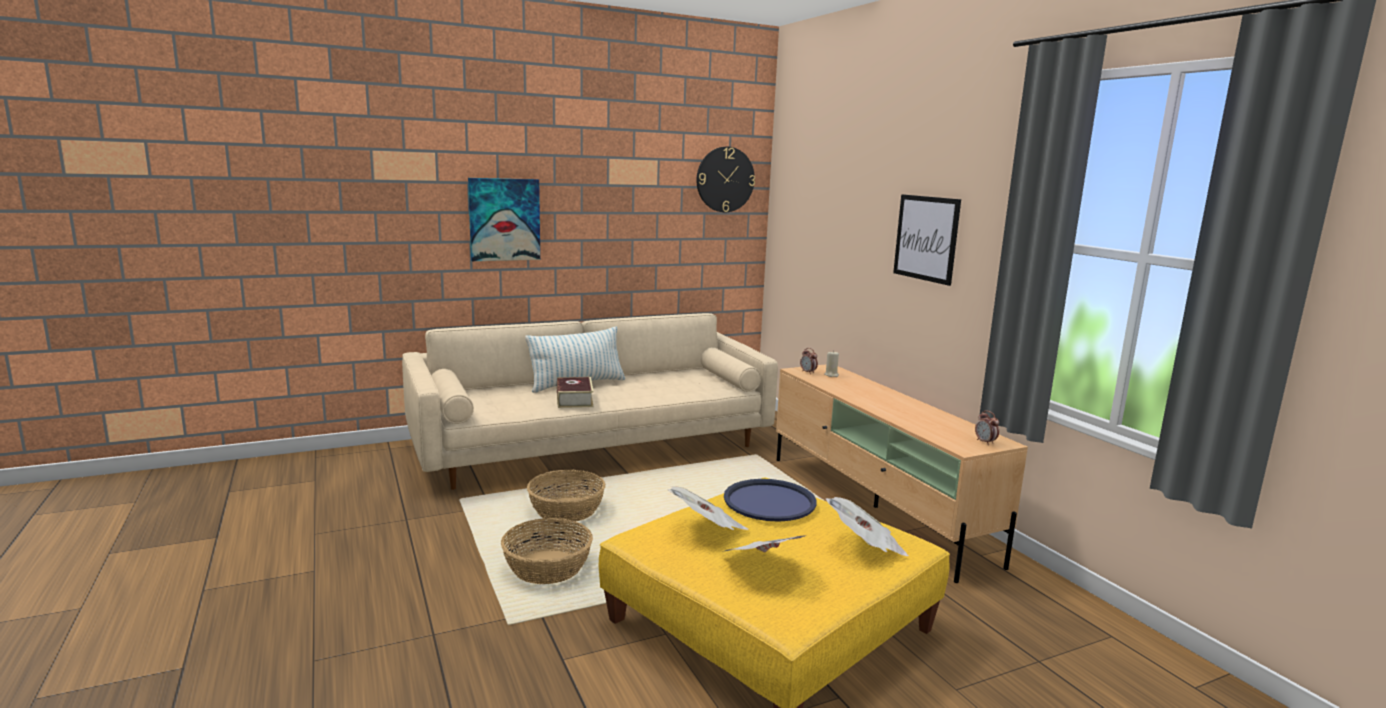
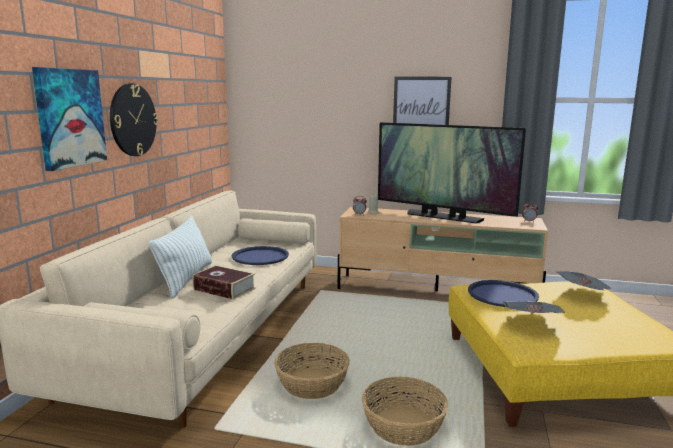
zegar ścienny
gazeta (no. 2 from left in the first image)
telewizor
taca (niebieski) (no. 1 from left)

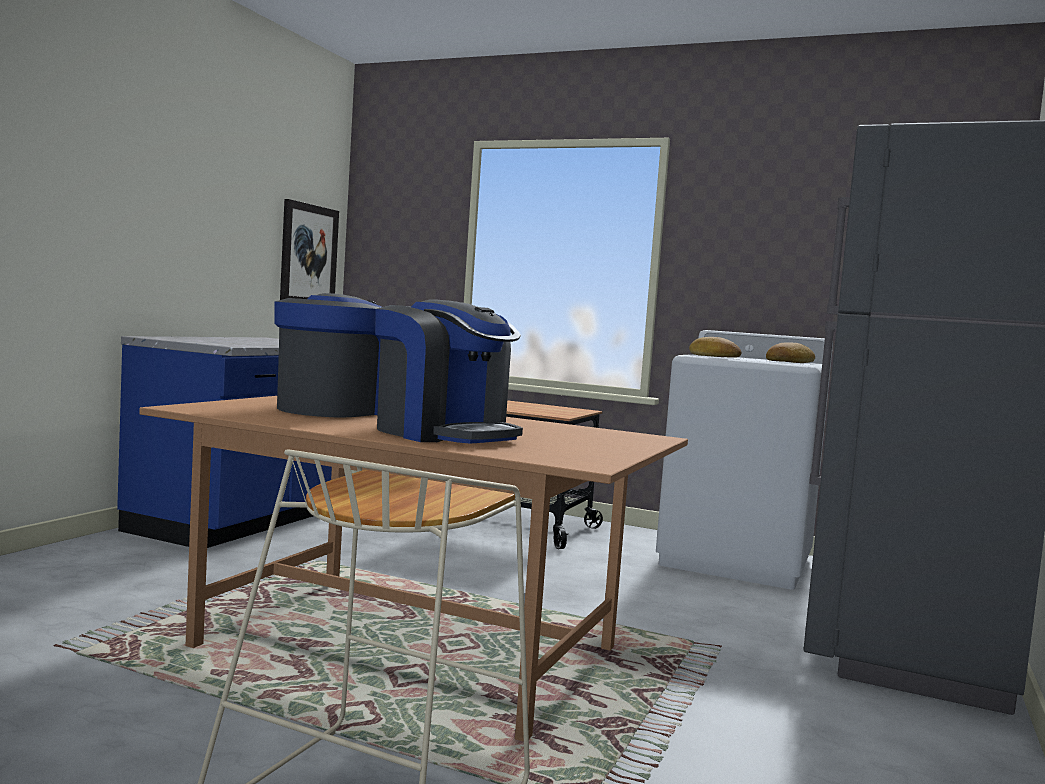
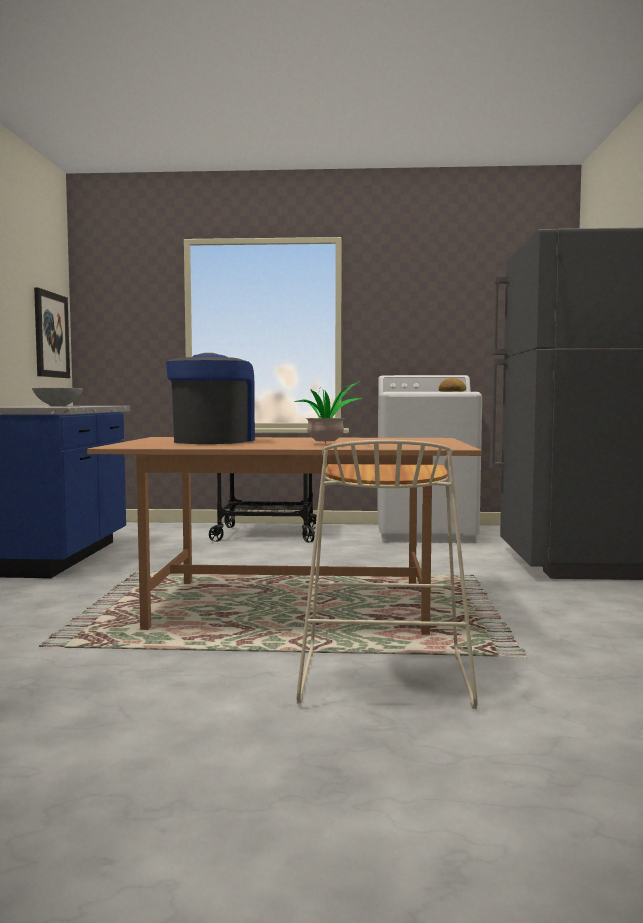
roślina doniczkowa
chleb (no. 1 from left in the first image)
miska (szary)

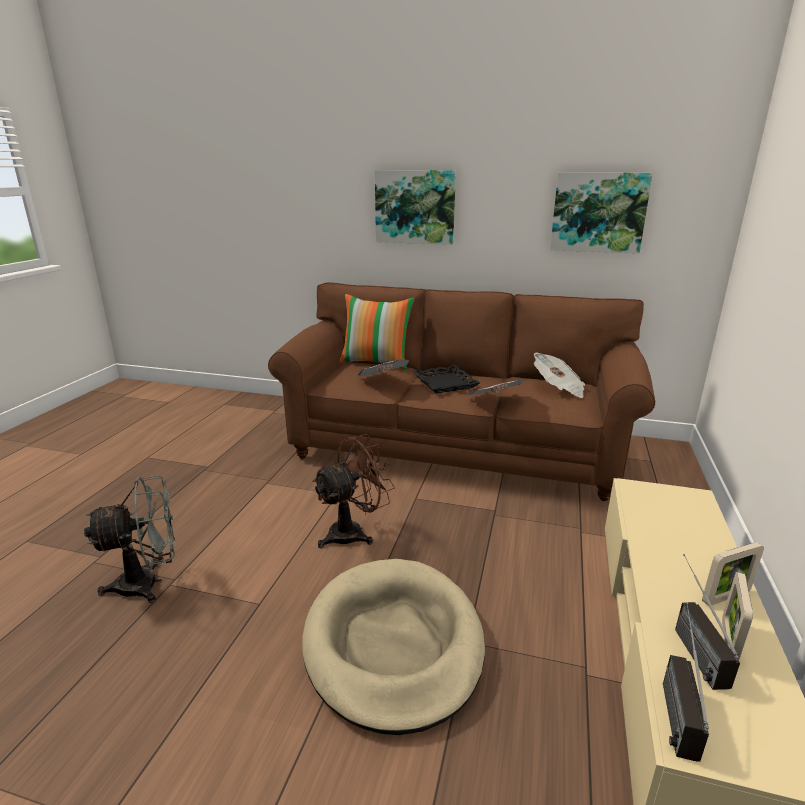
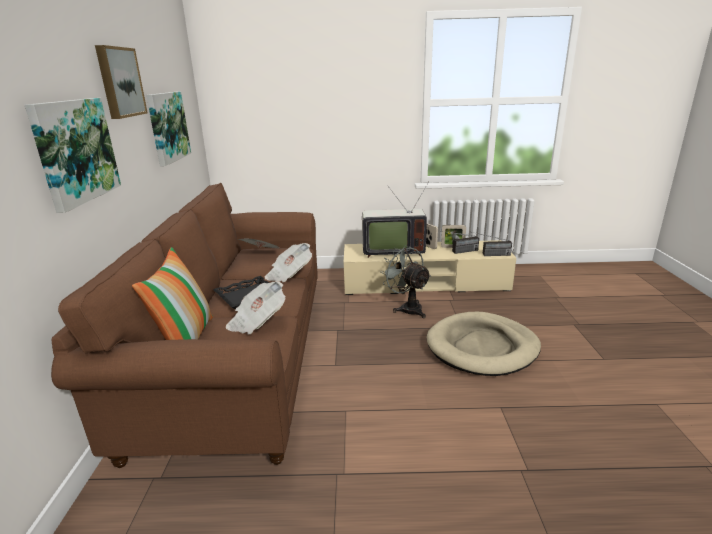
wentylator (brązowy)
wentylator (szary)
obraz (no. 2 from left)
telewizor

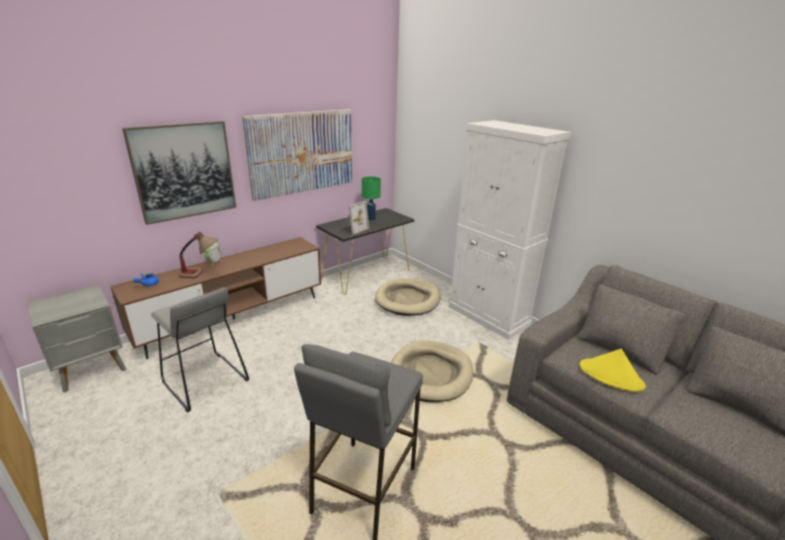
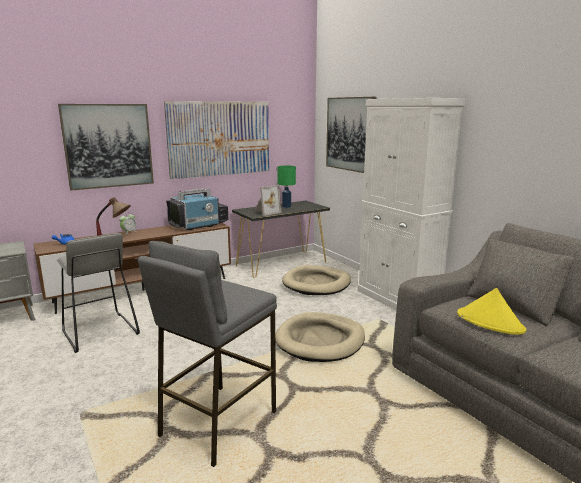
obraz (no. 3 from left)
telewizor

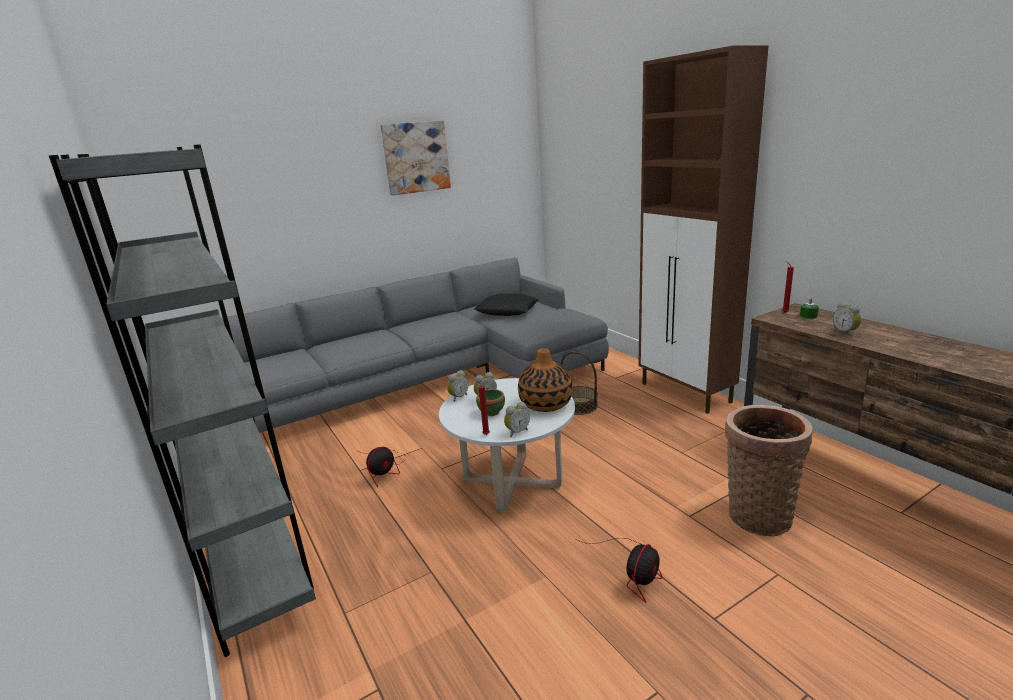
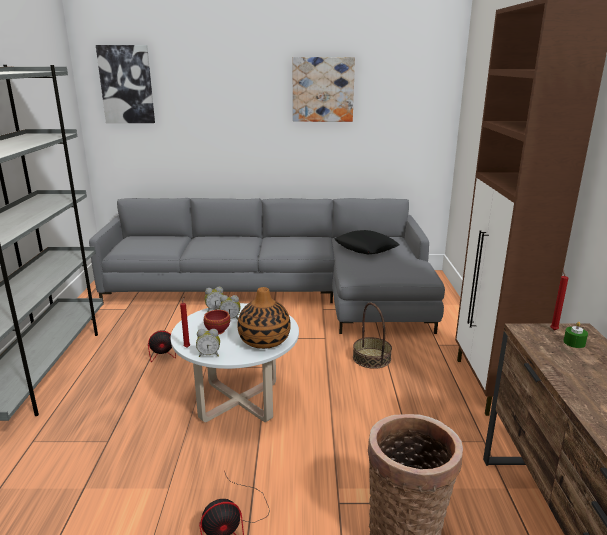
budzik (no. 4 from left in the first image)
miska (czerwony)
obraz (no. 1 from left)

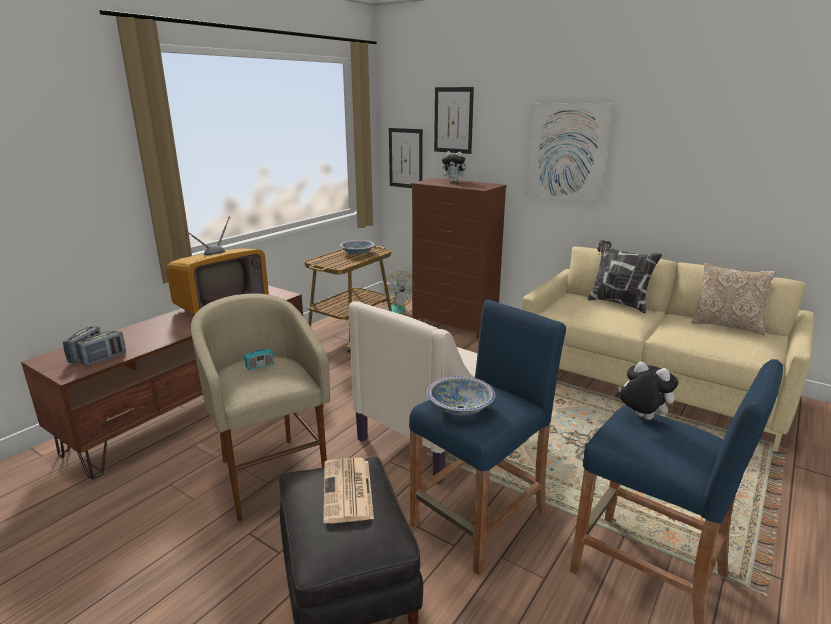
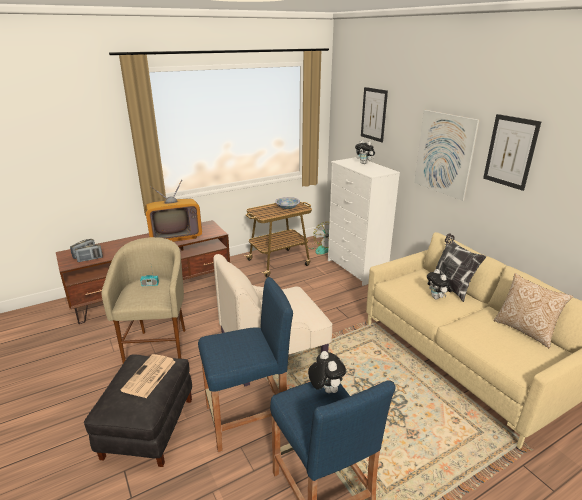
obraz (no. 3 from left)
komoda (biały)
miska (no. 2 from left in the first image)
pluszak (no. 3 from left)

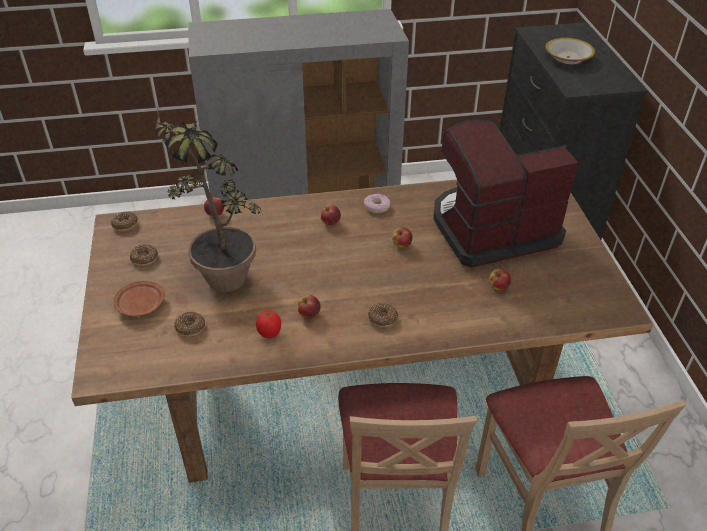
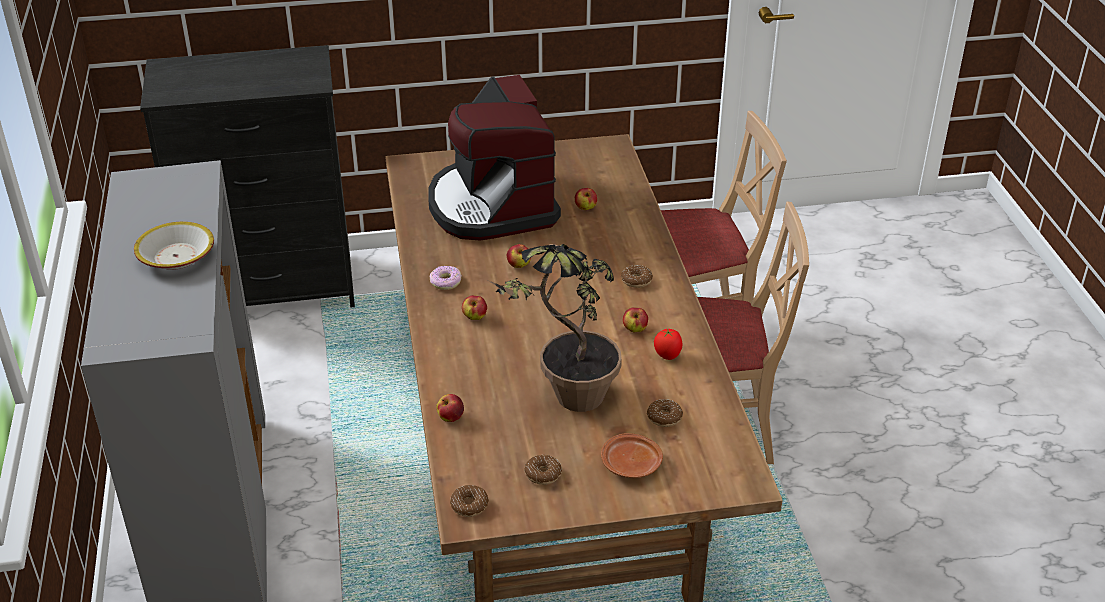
miska

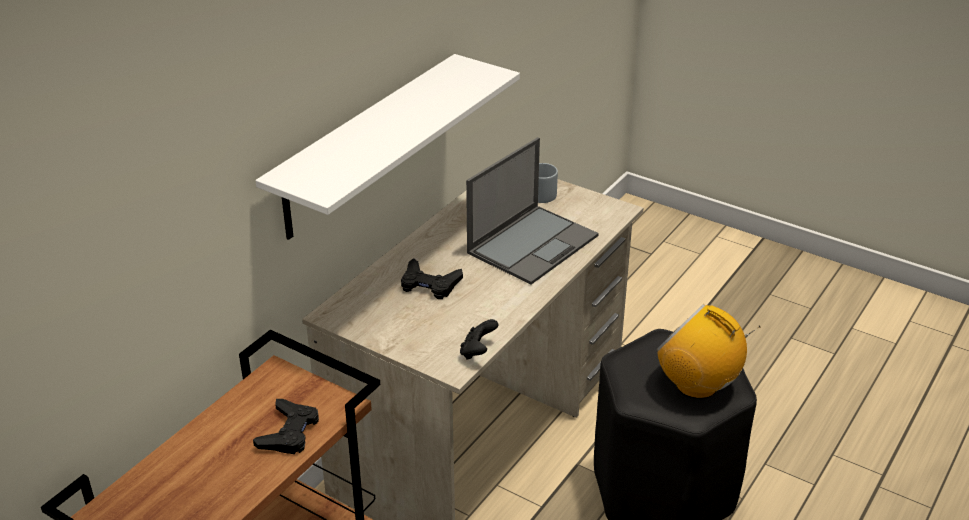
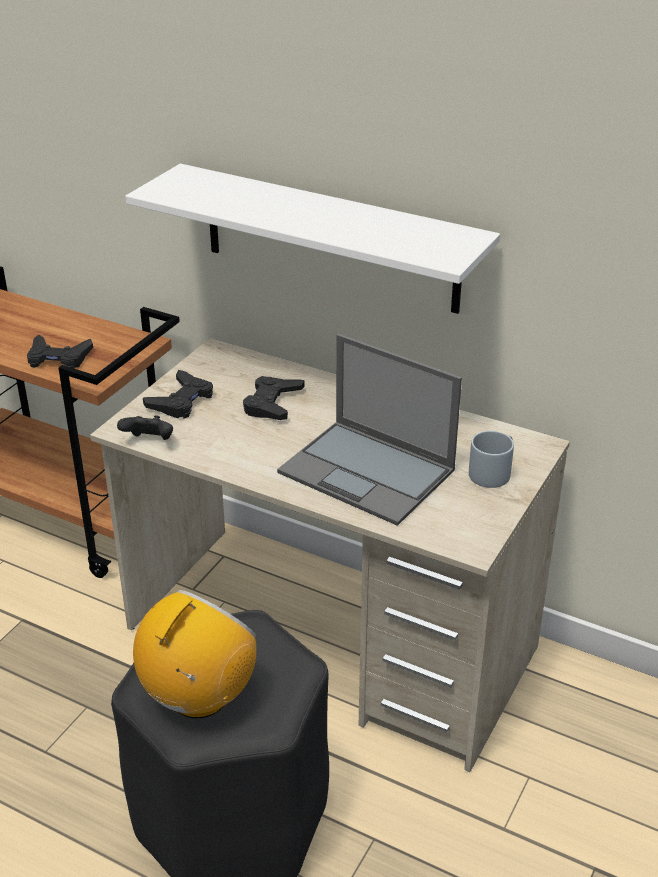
pad do gier (czarny) (no. 3 from left)

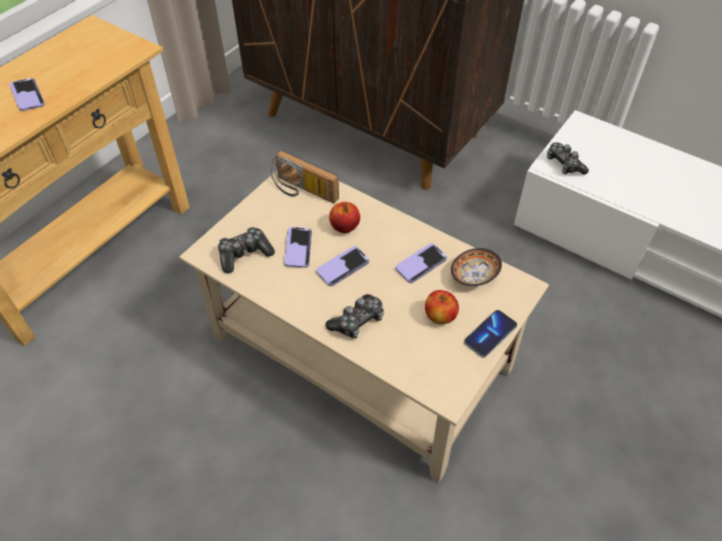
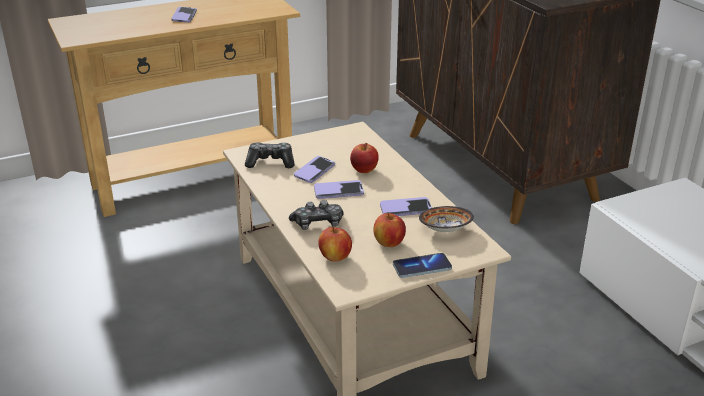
pad do gier (no. 3 from left in the first image)
radio
jabłko (no. 1 from left)

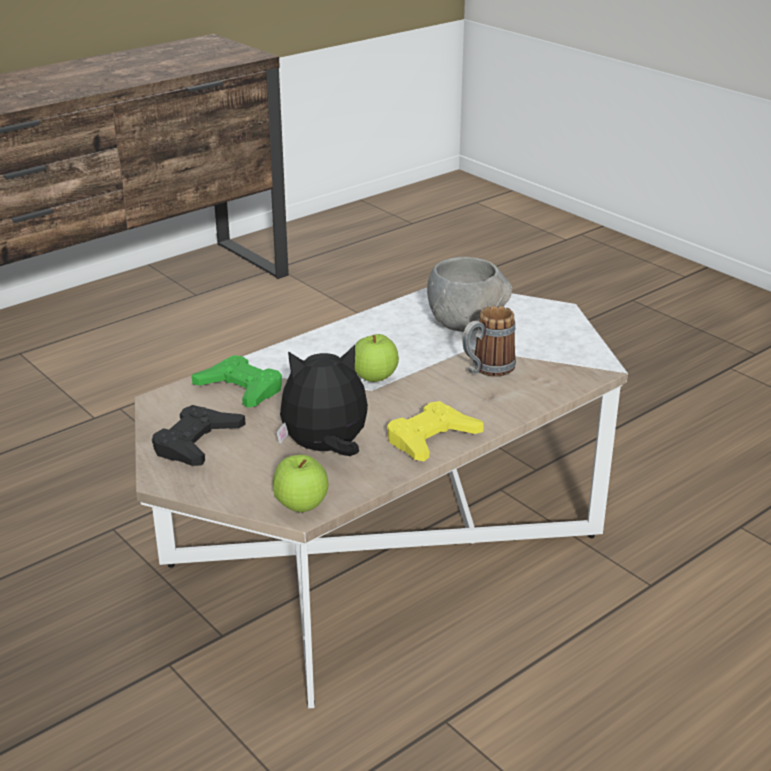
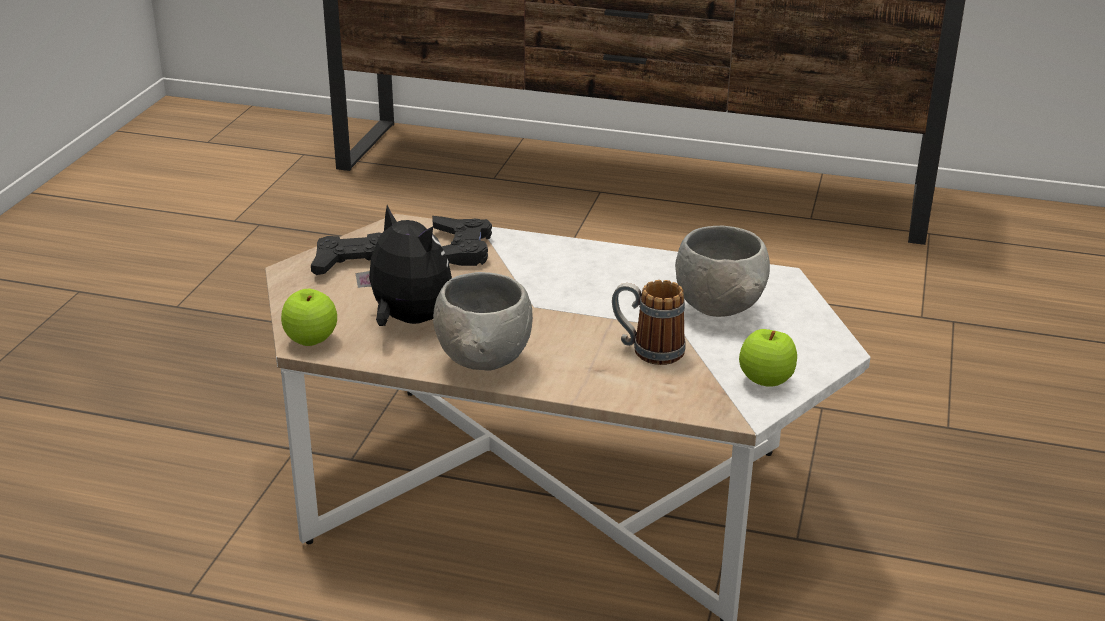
jabłko (no. 2 from left)
pad do gier (czarny) (no. 2 from left)
miska (szary) (no. 1 from left)

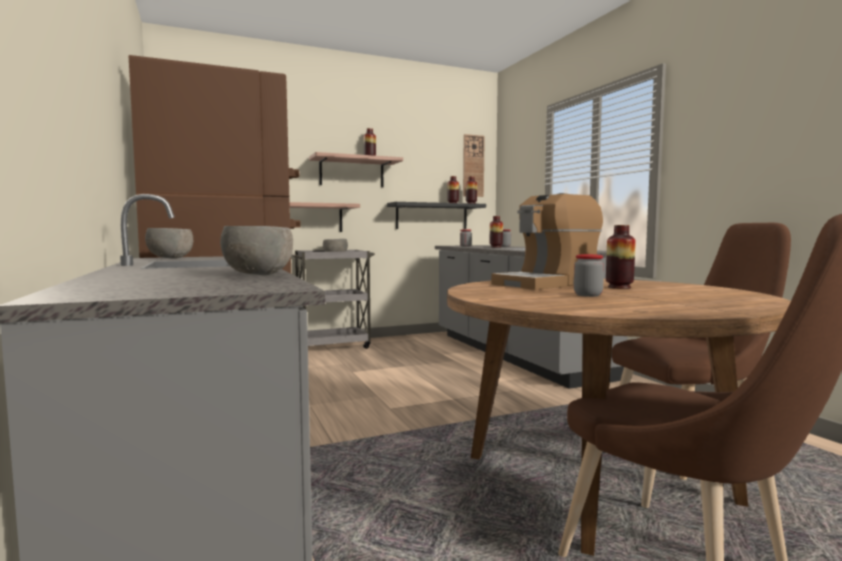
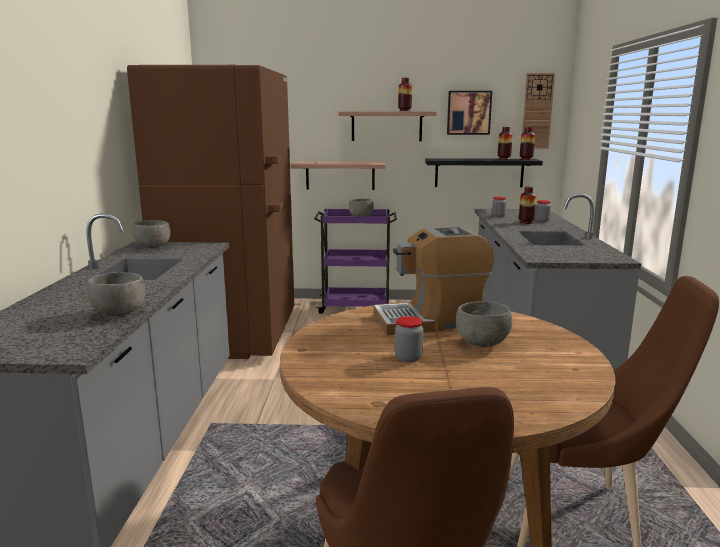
miska (szary) (no. 4 from left)
wózek (fioletowy)
obraz

